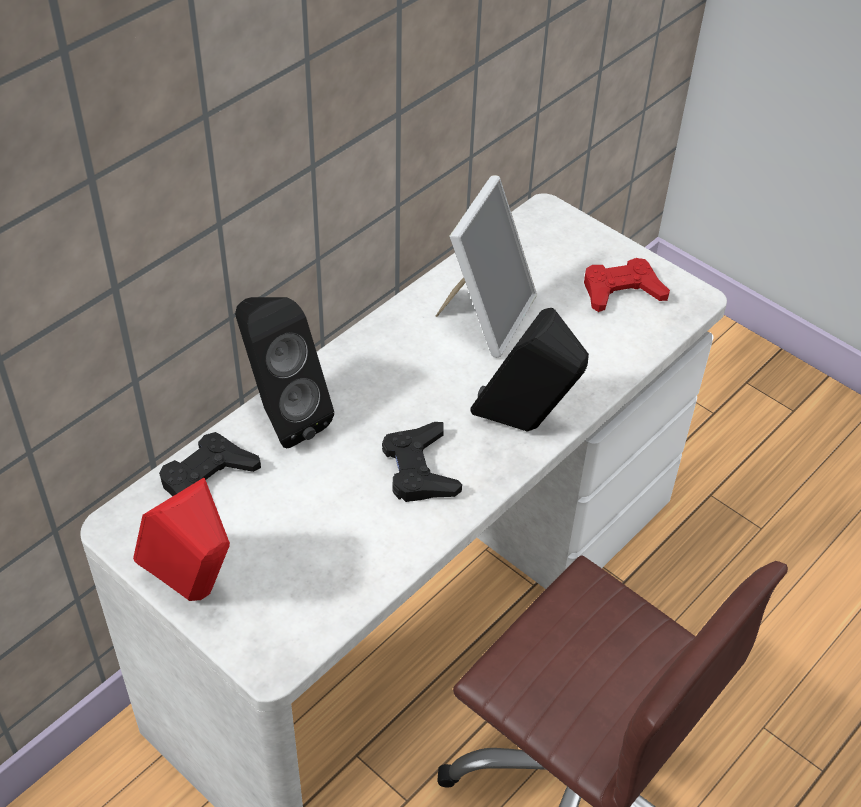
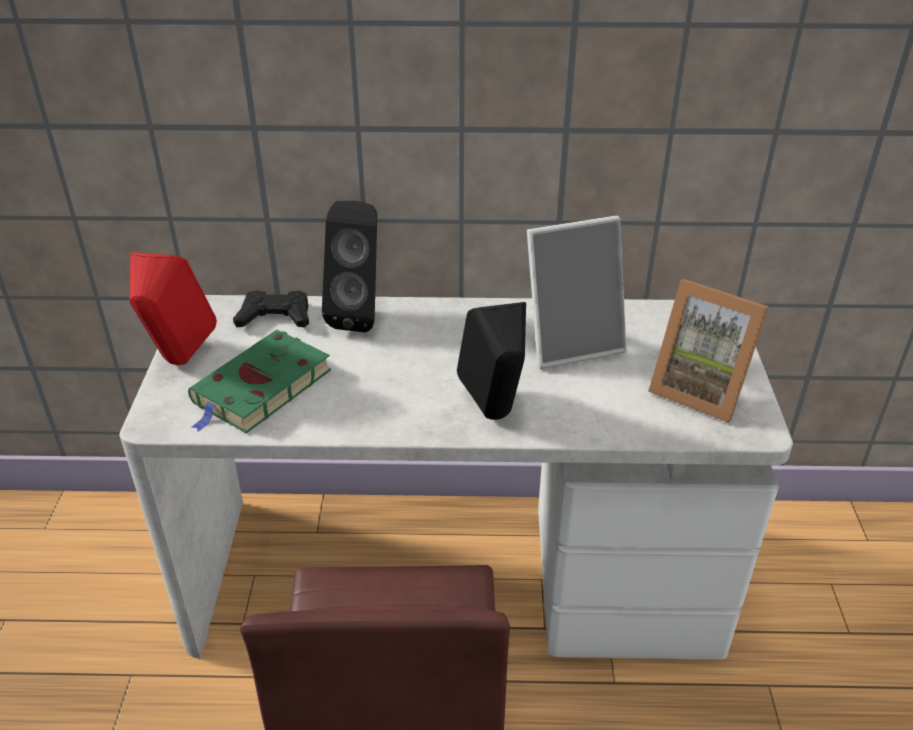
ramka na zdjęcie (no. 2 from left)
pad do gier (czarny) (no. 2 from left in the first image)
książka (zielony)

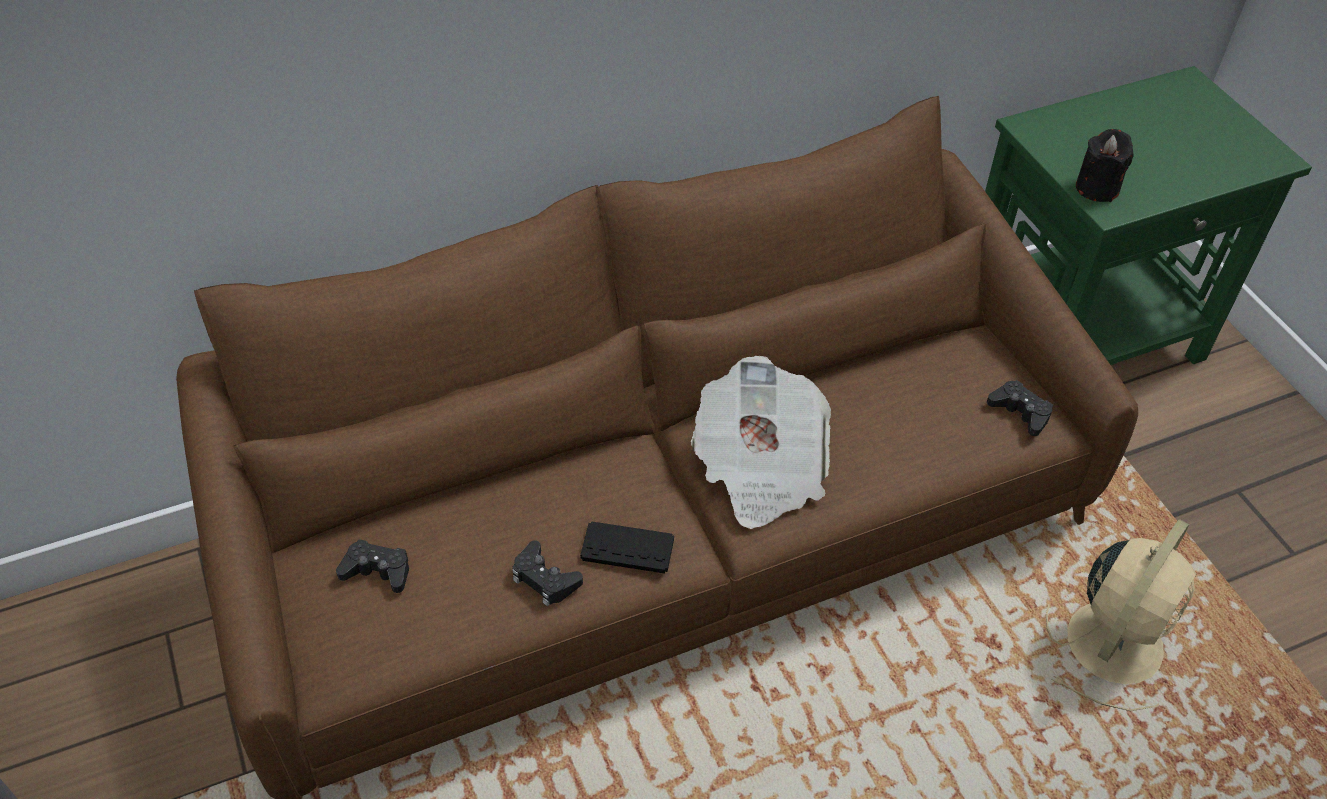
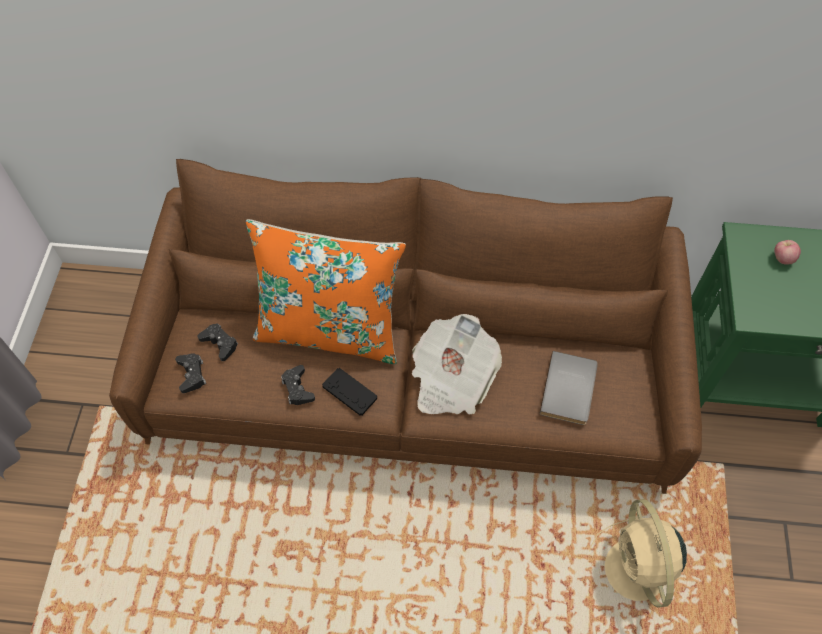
świeca (czarny)
pad do gier (czarny) (no. 1 from left)
wentylator (beżowy)
poduszka (pomarańczowy)
jabłko
książka (szary)

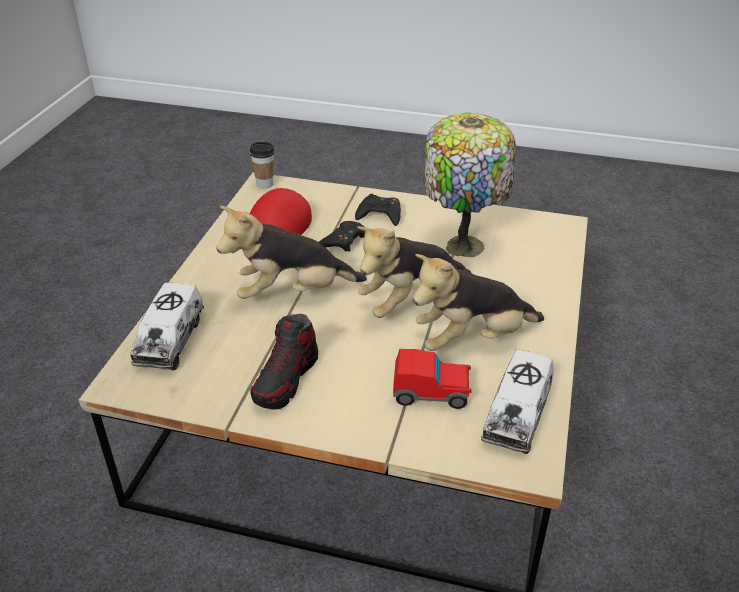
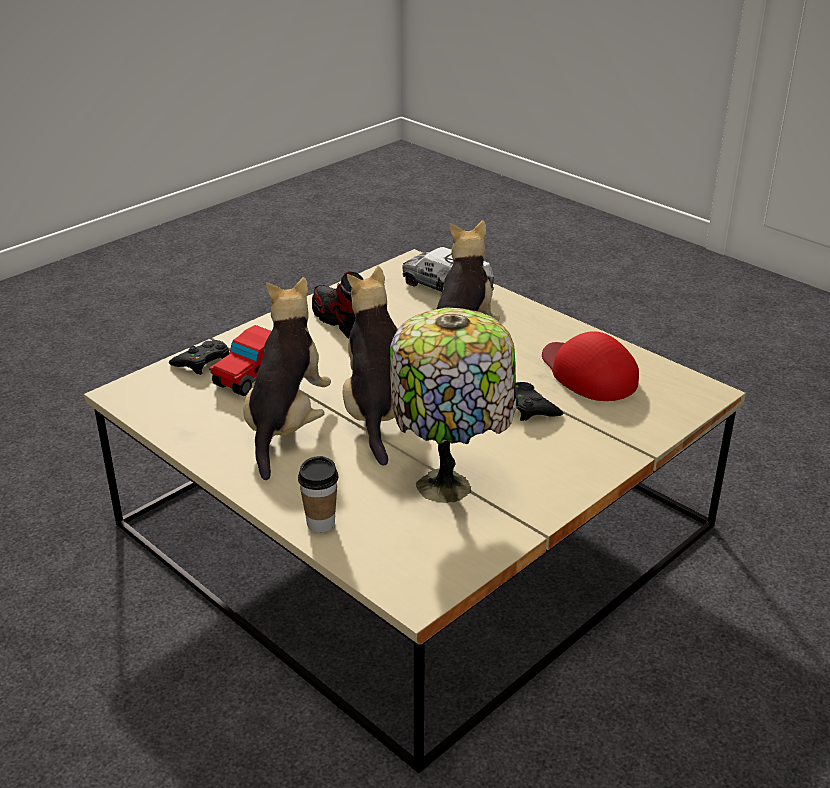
filiżanka
pad do gier (czarny) (no. 1 from left)
ciężarówka zabawkowa (no. 2 from left in the first image)

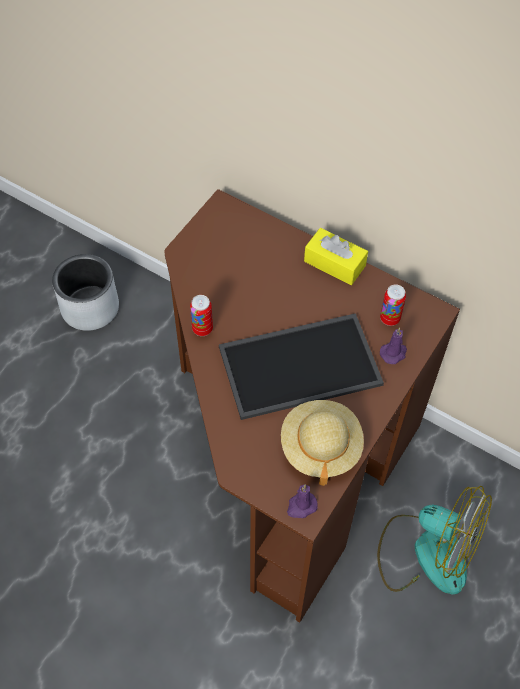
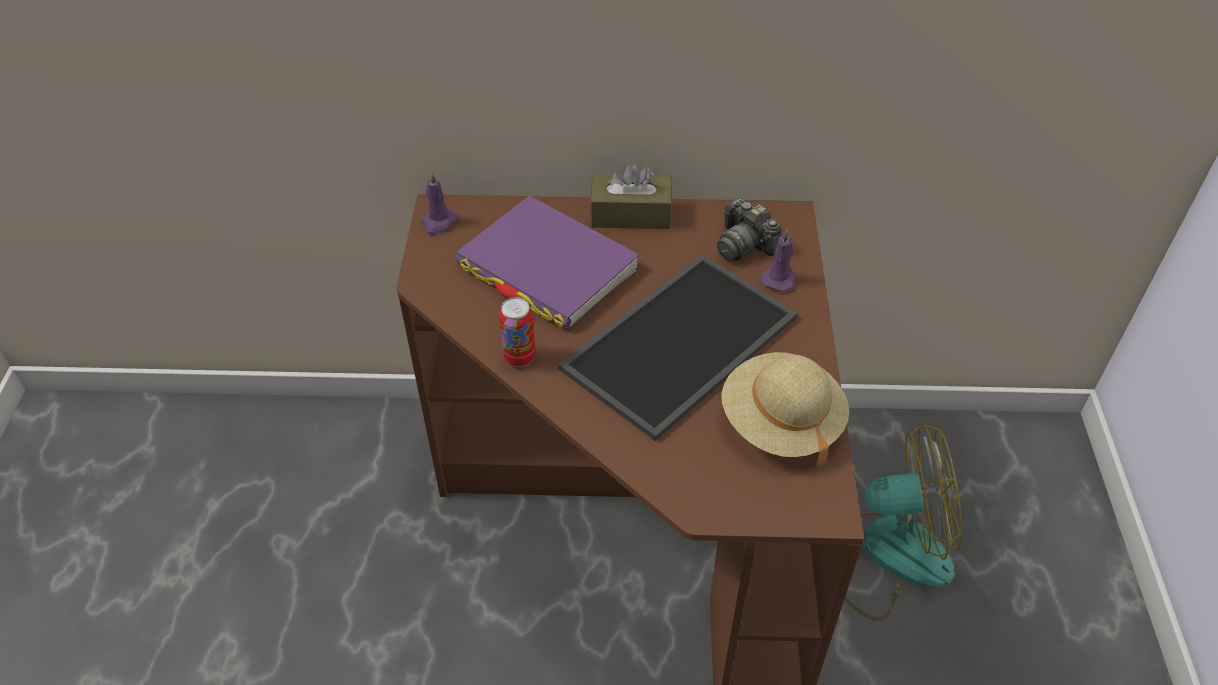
pudełko chusteczek (brązowy)
donica (szary)
aparat fotograficzny
świeca (fioletowy) (no. 1 from left)
książka (fioletowy)

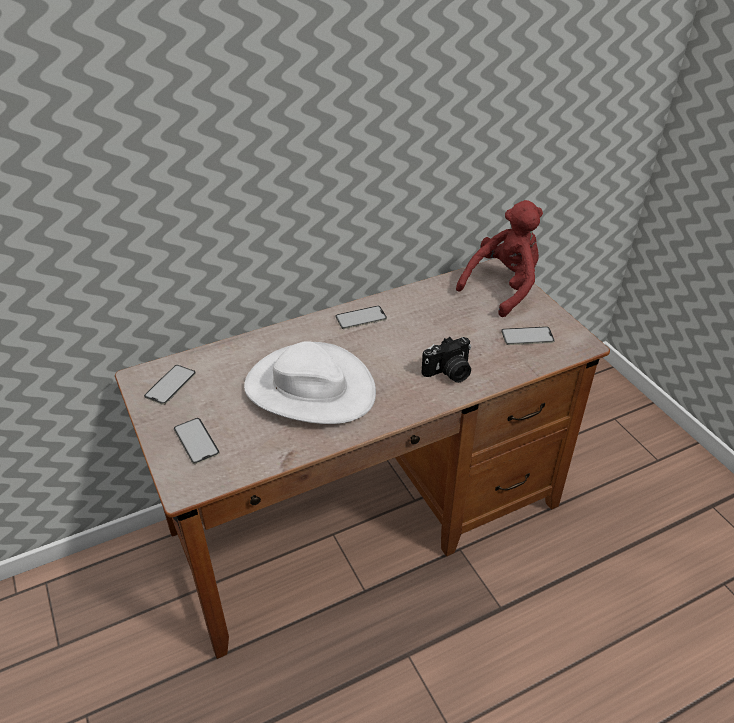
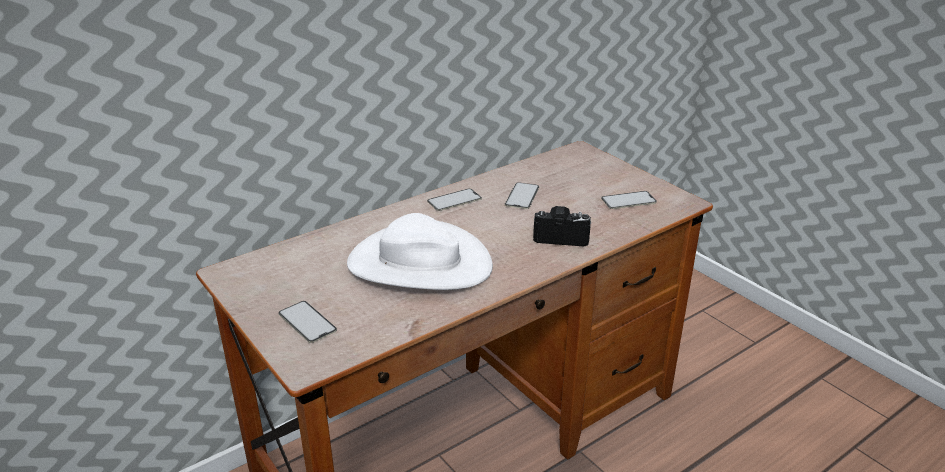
pluszak (czerwony)
aparat fotograficzny
telefon (no. 3 from left)

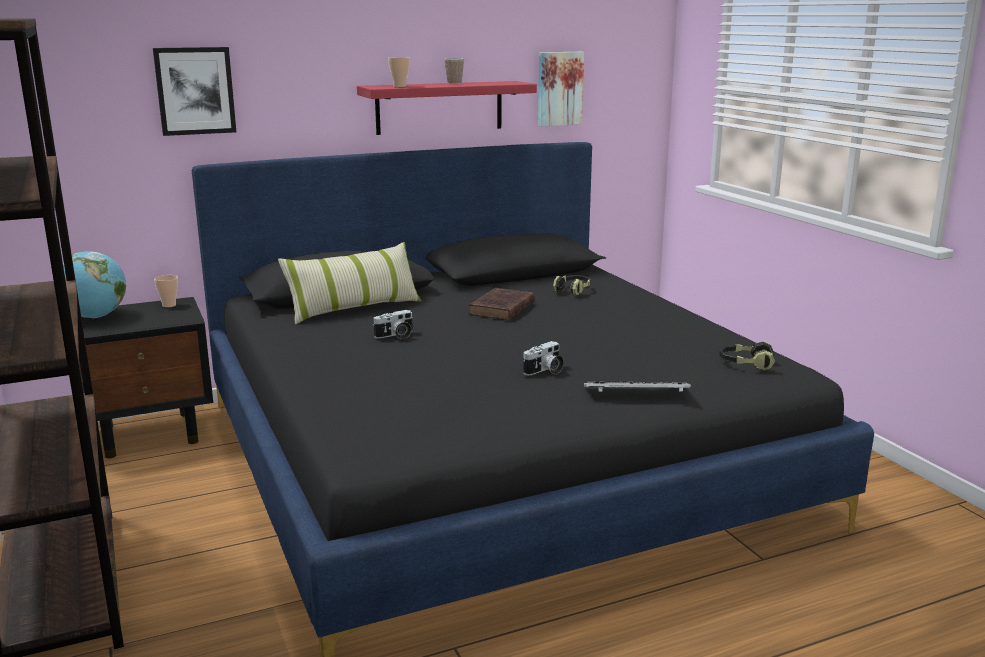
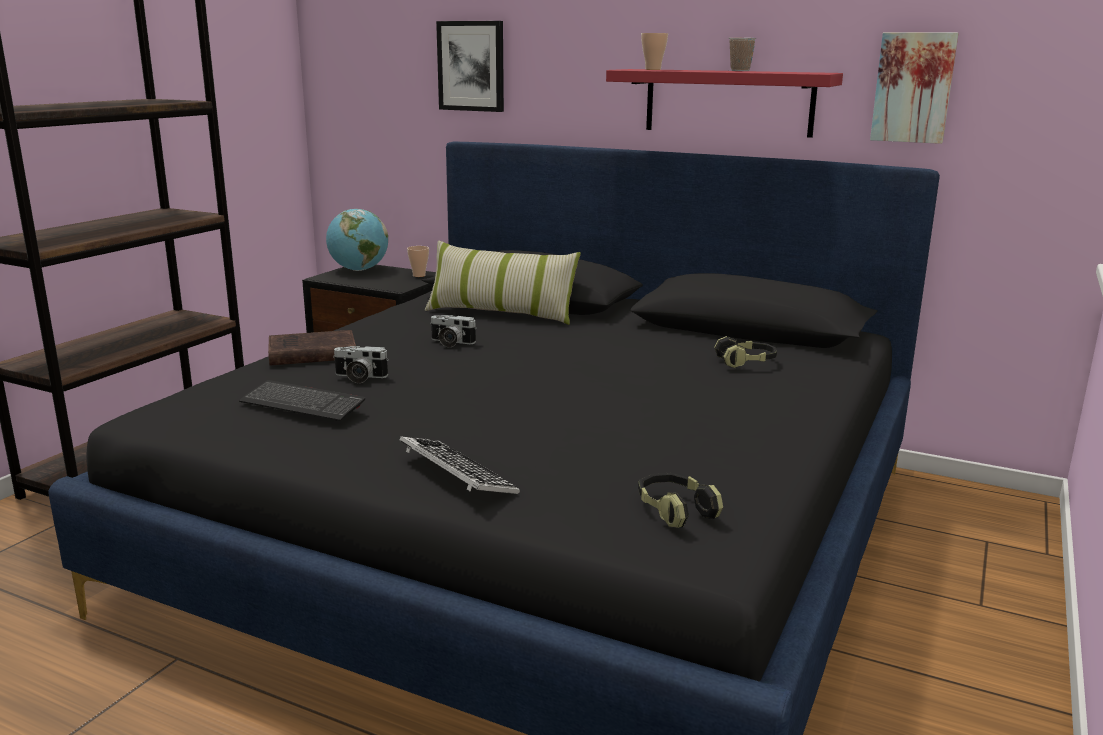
książka (brązowy)
aparat fotograficzny (no. 1 from left)
klawiatura (no. 1 from left)

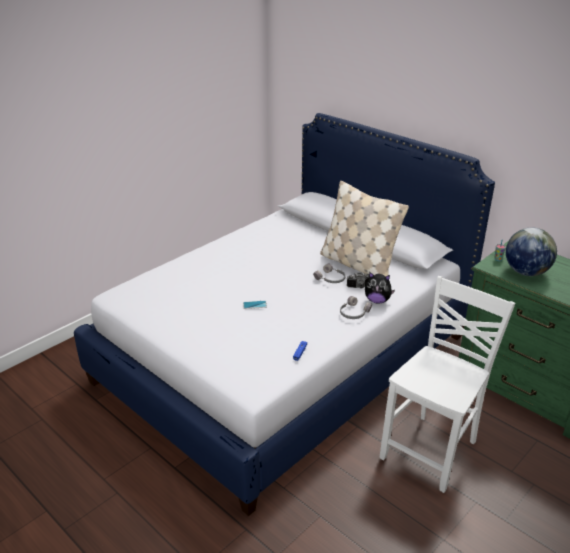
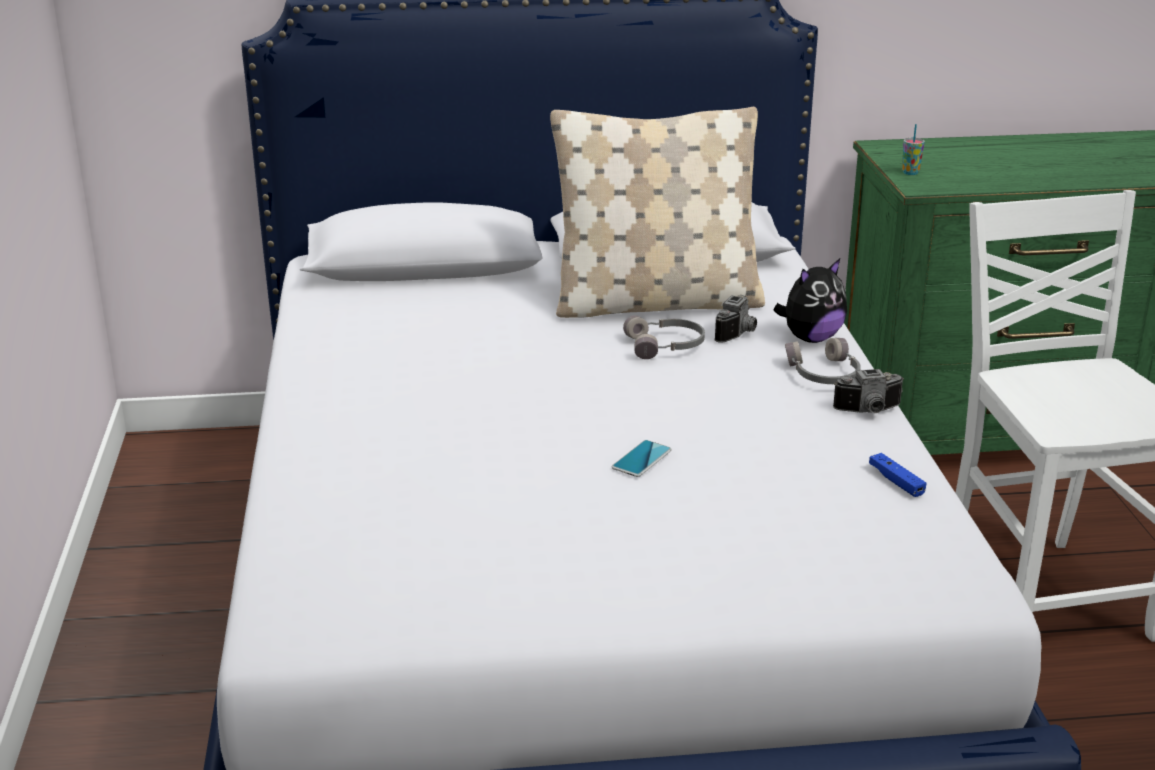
globus
aparat fotograficzny (no. 2 from left)

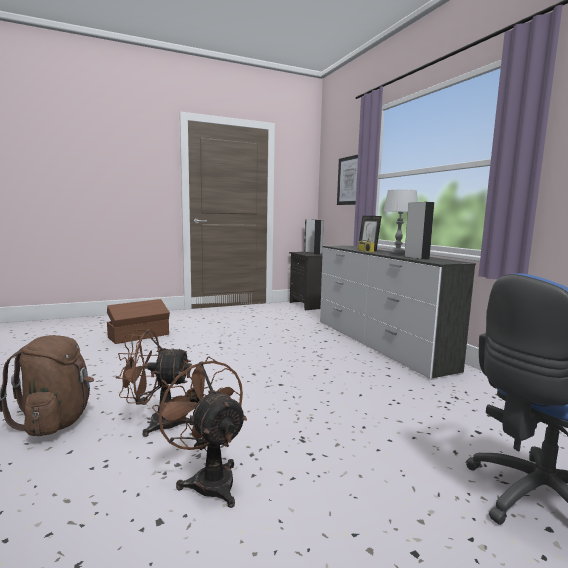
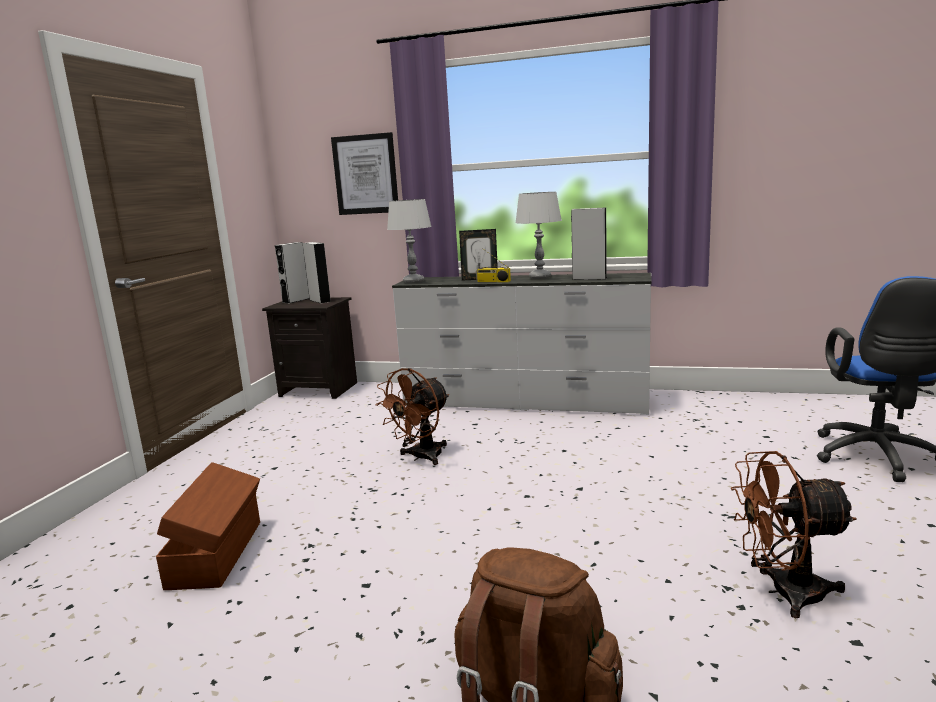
wentylator (brązowy) (no. 1 from left)
lampa stołowa (szary) (no. 1 from left)

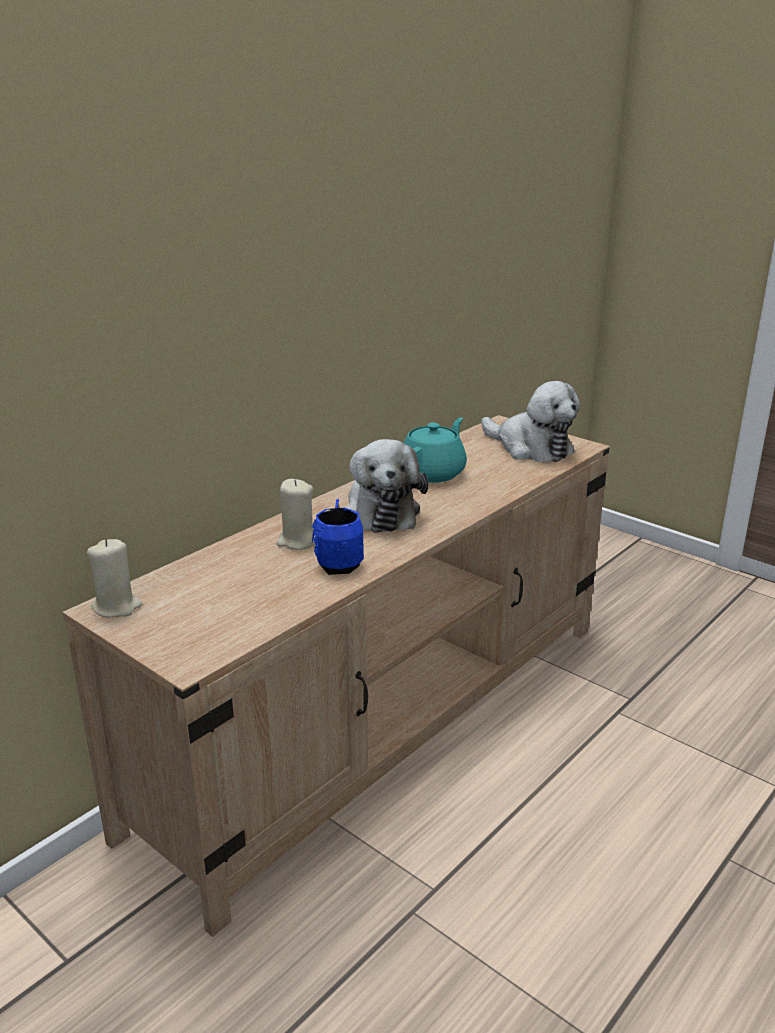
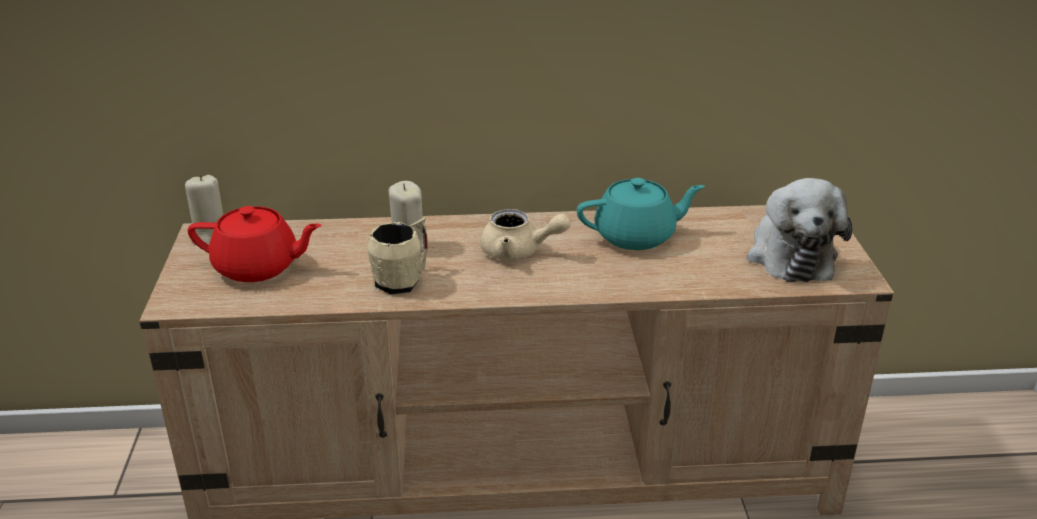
imbryk (beżowy)
kubek (beżowy)
imbryk (czerwony)

